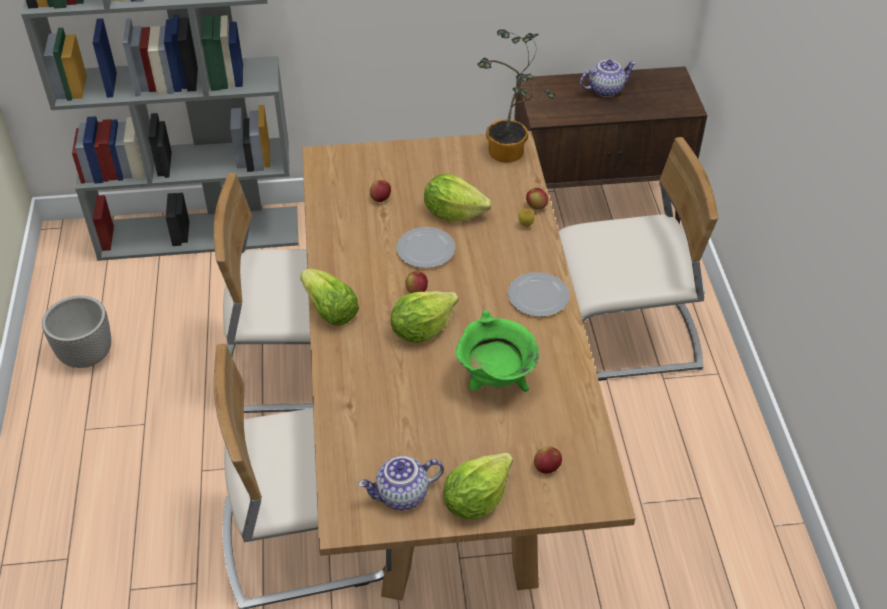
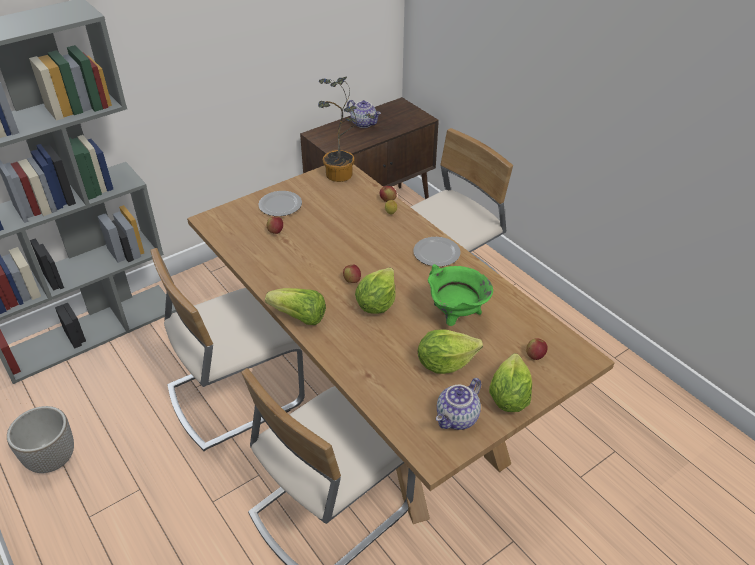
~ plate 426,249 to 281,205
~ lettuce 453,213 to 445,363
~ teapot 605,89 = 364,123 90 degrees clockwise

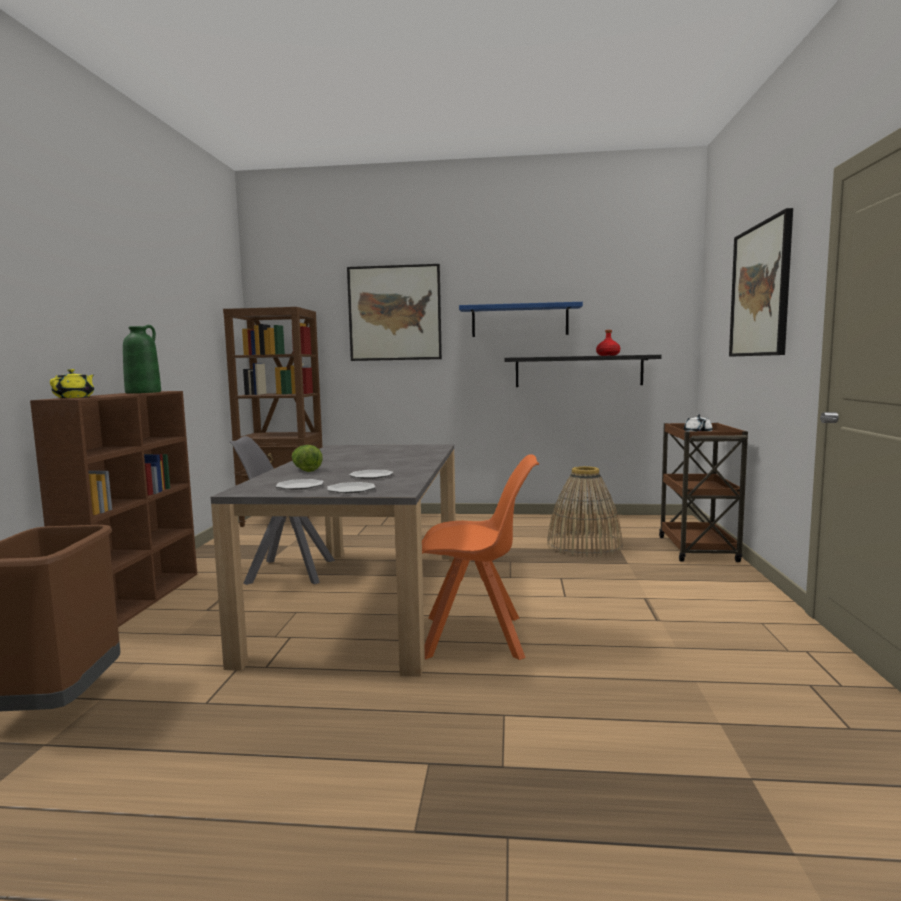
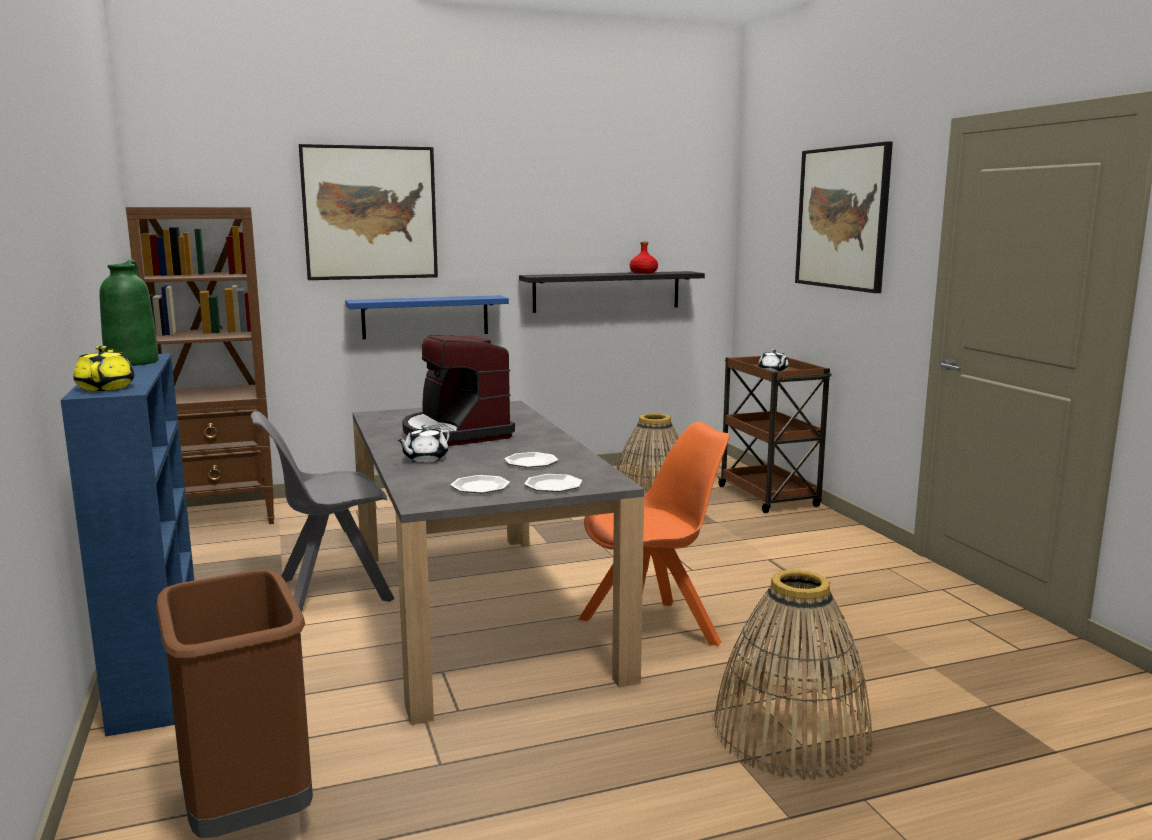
+ coffee machine 456,433
+ basket 791,732
~ blue shelf 519,320 to 425,317
~ lettuce 305,469 to white teapot 425,459
~ brown bookcase 136,600 to blue bookcase 157,666

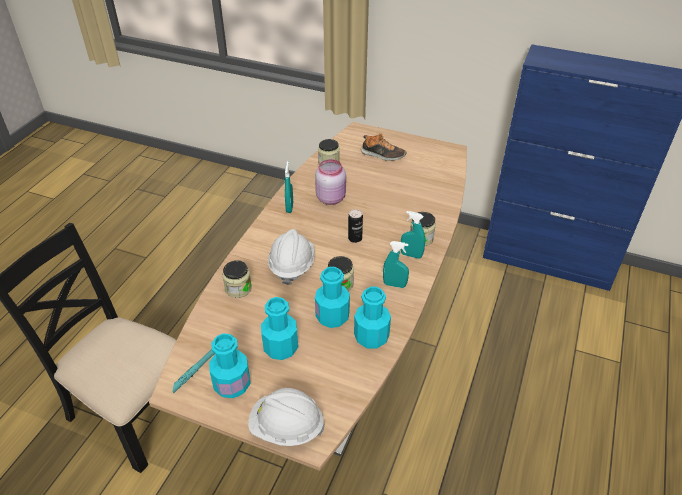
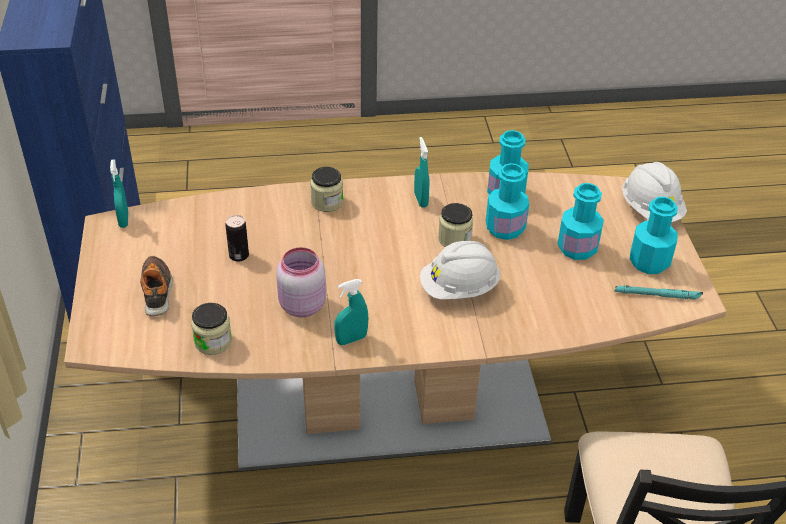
- jar 238,288
~ can 355,238 to 239,255
~ turquoise spray bottle 411,255 to 124,220

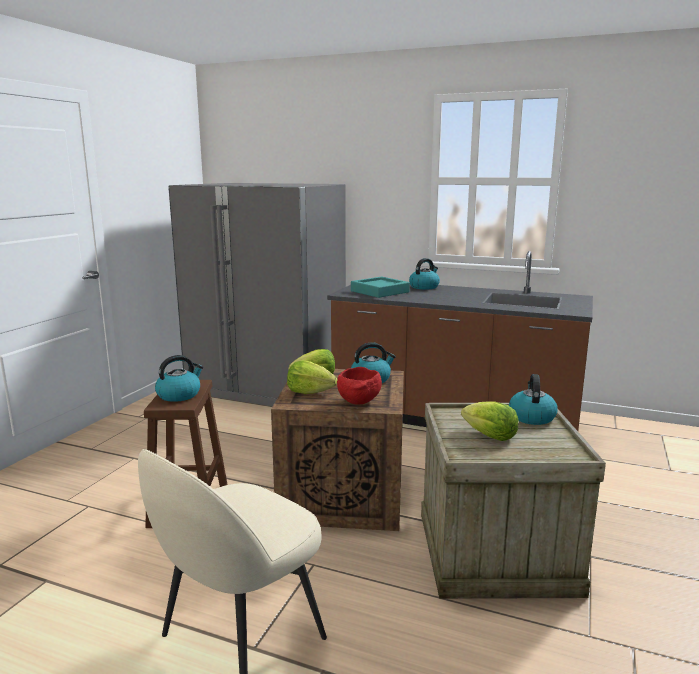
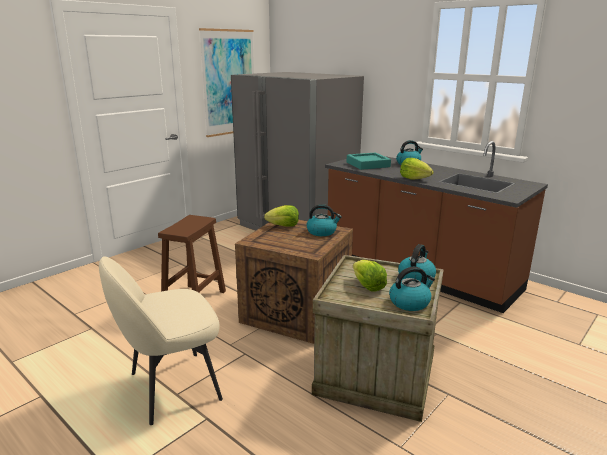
- red bowl 359,402
+ picture 229,82
~ kettle 179,395 to 410,302
~ lettuce 310,392 to 414,178

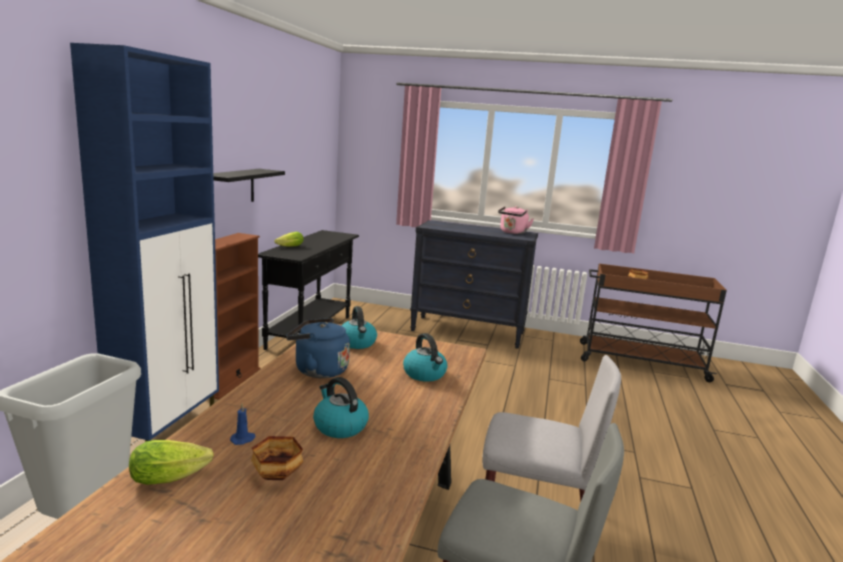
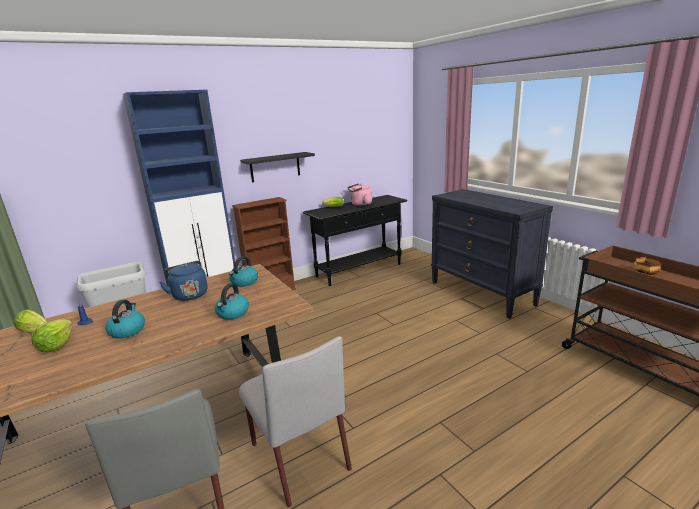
~ pink kettle 512,232 to 360,204
~ bowl 275,475 to lettuce 56,345

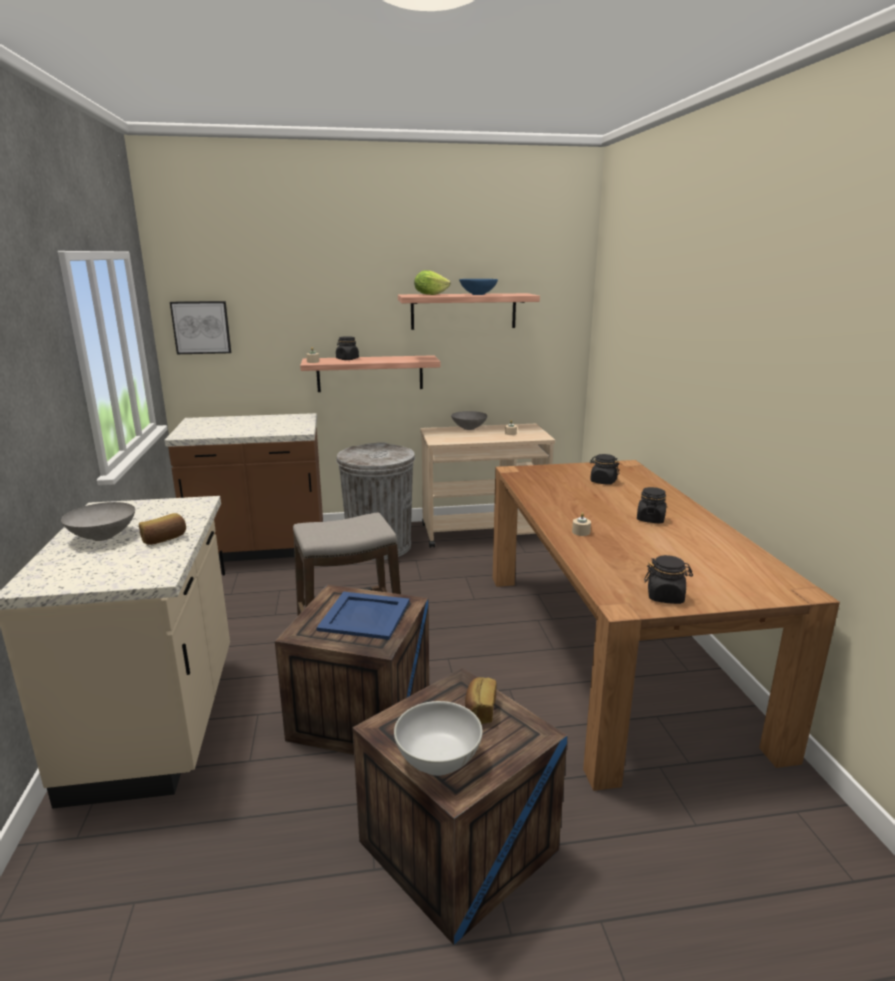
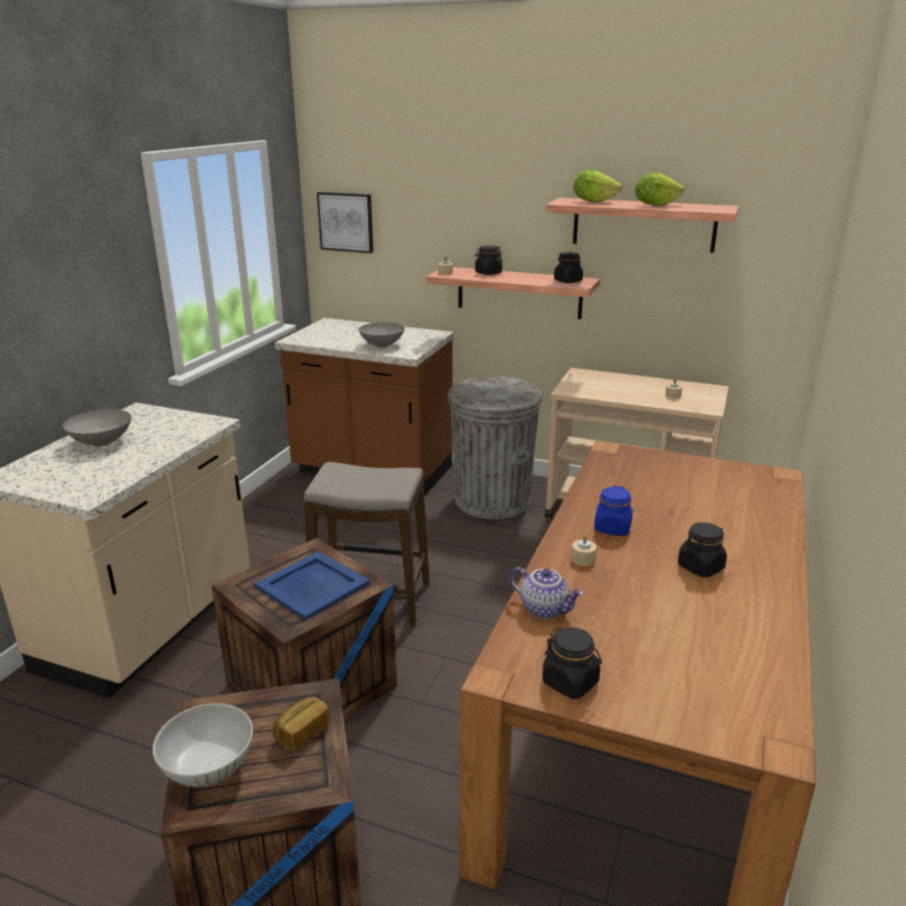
- bread 164,539
+ teapot 545,609
+ blue jar 612,528
~ grey bowl 468,428 to 381,345
~ black jar 603,481 to 567,281
~ blue bowl 477,294 to lettuce 655,205

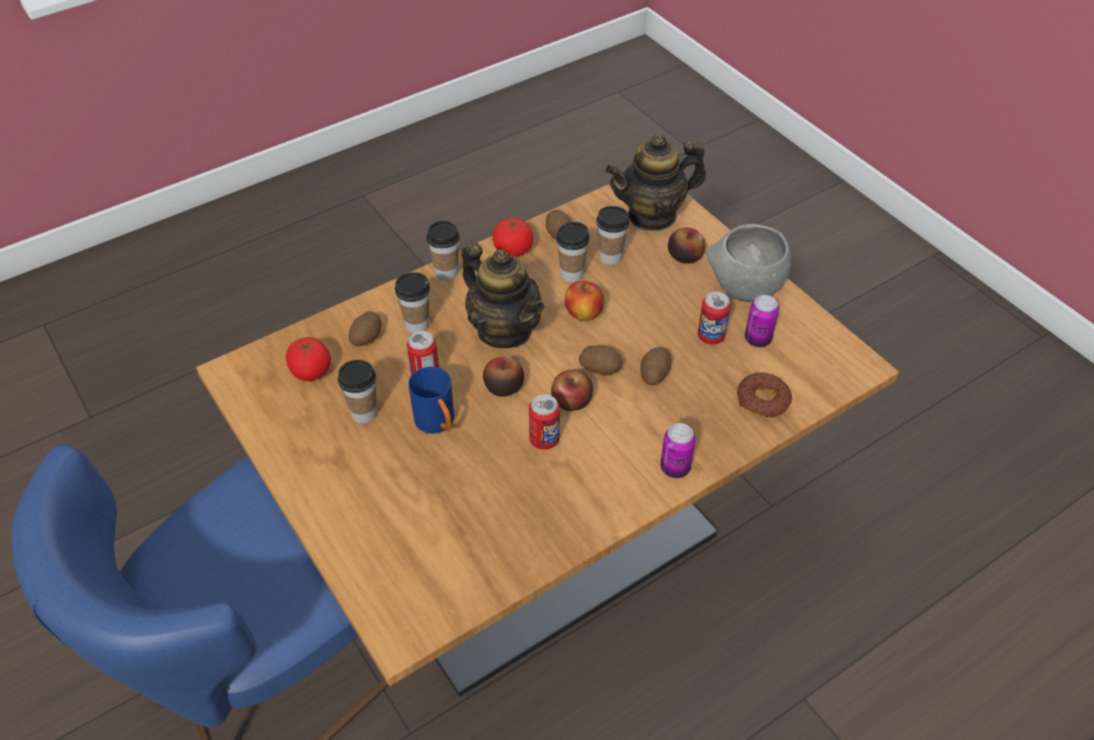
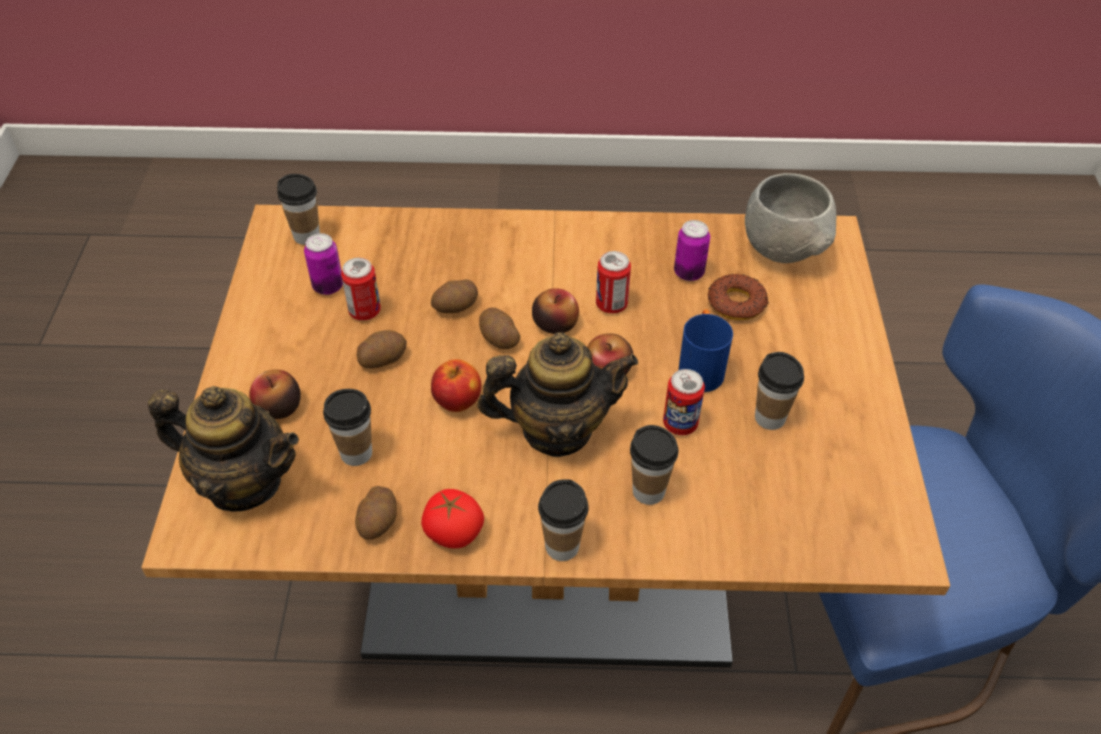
- tomato 311,371
~ potato 367,337 to 382,358
~ cup 571,274 to 306,236
~ can 675,468 to 688,273
~ grey bowl 744,290 to 782,253
~ donut 763,400 to 736,303
~ teapot 504,330 = 556,430 90 degrees clockwise

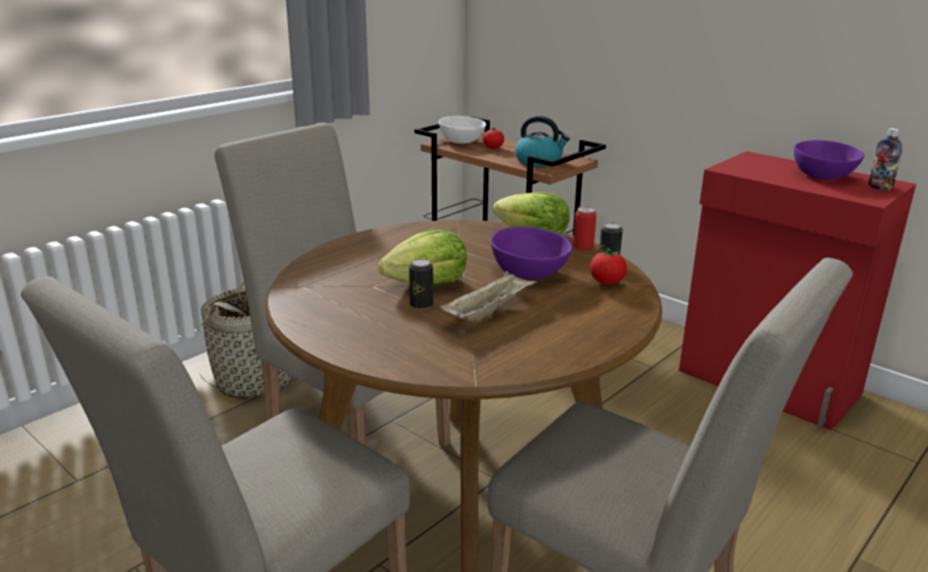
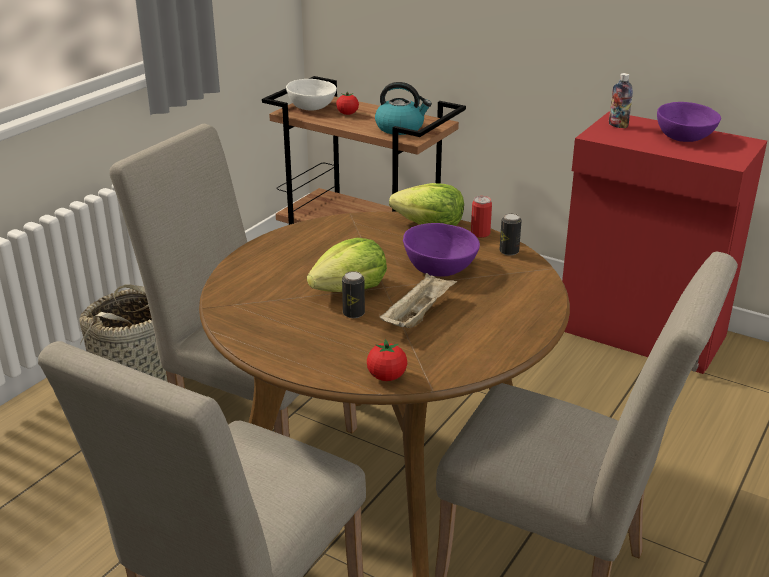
~ tomato 607,282 to 386,377
~ bottle 879,188 to 618,125

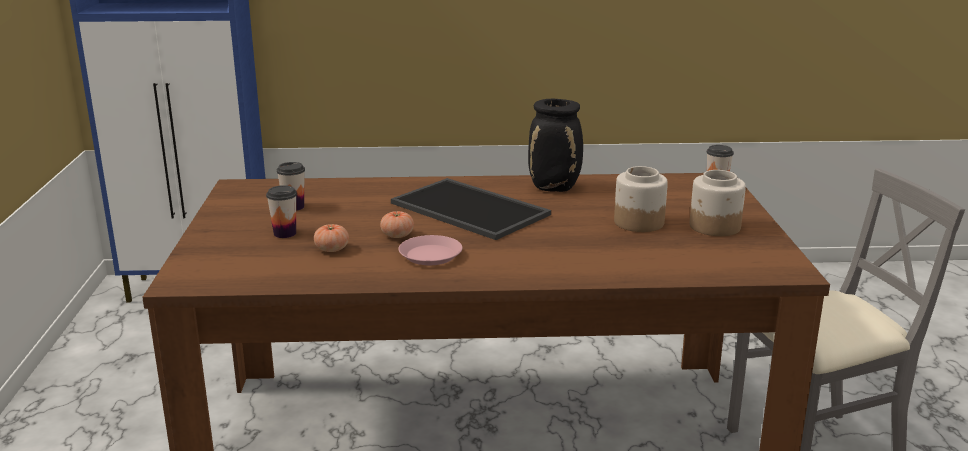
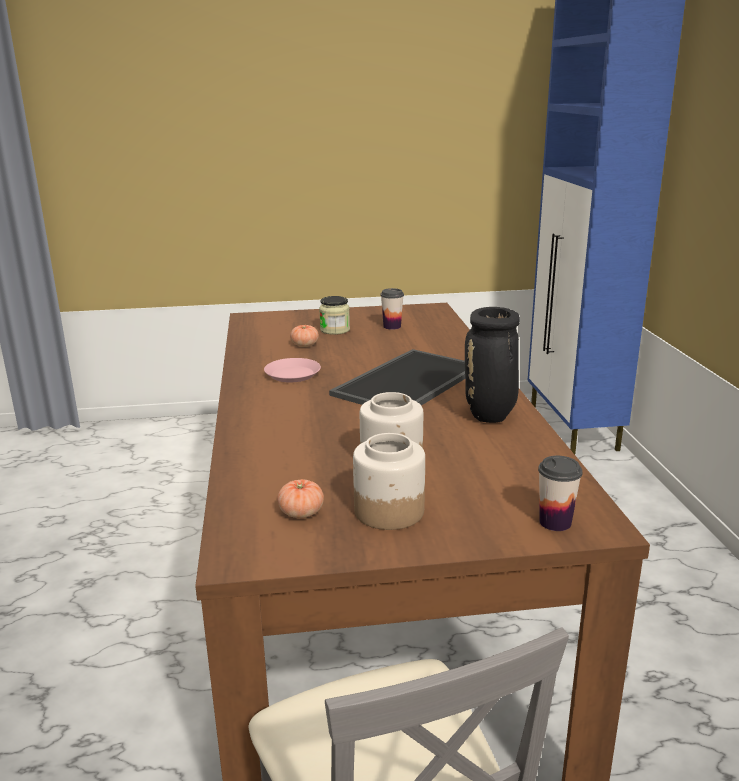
~ tomato 397,235 to 301,512
~ cup 285,233 to jar 335,330

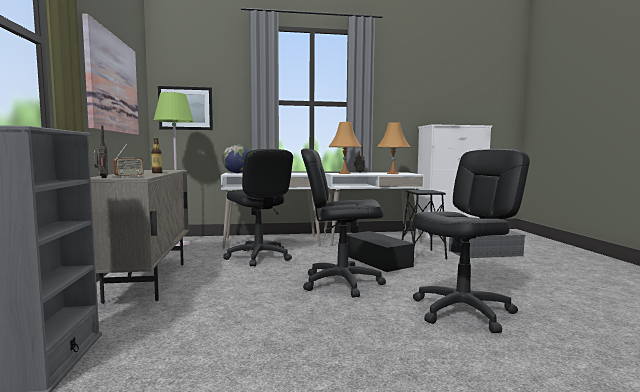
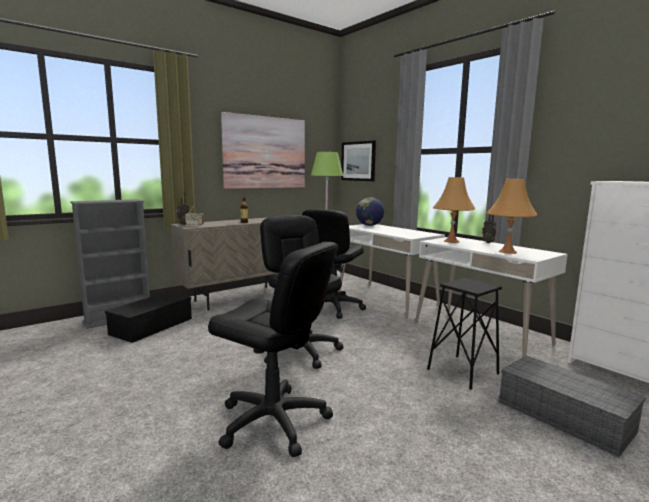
~ black storage box 378,261 to 151,327

